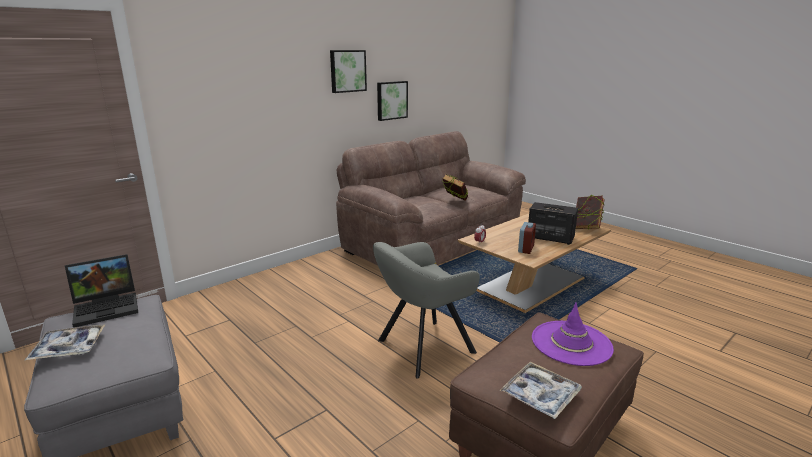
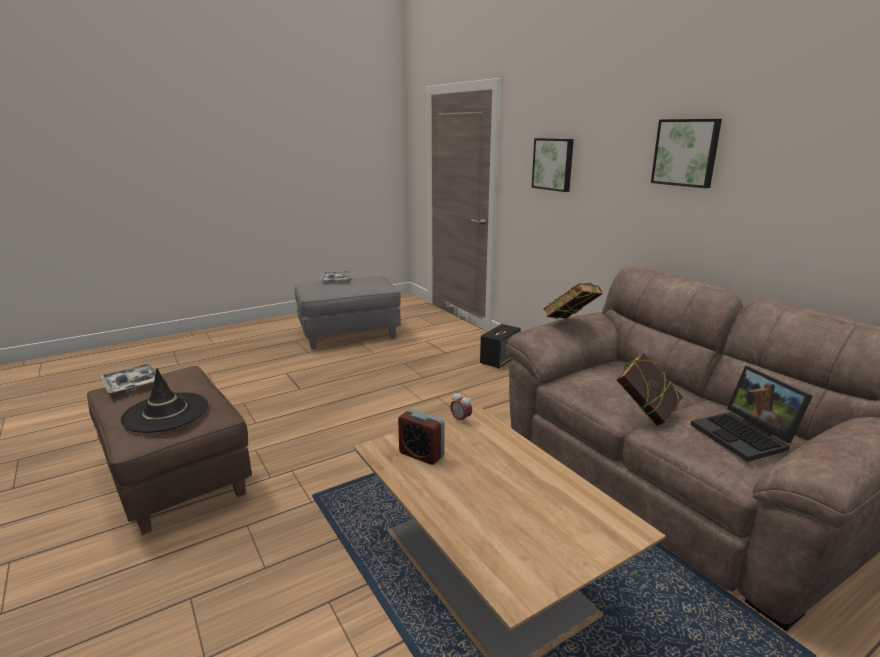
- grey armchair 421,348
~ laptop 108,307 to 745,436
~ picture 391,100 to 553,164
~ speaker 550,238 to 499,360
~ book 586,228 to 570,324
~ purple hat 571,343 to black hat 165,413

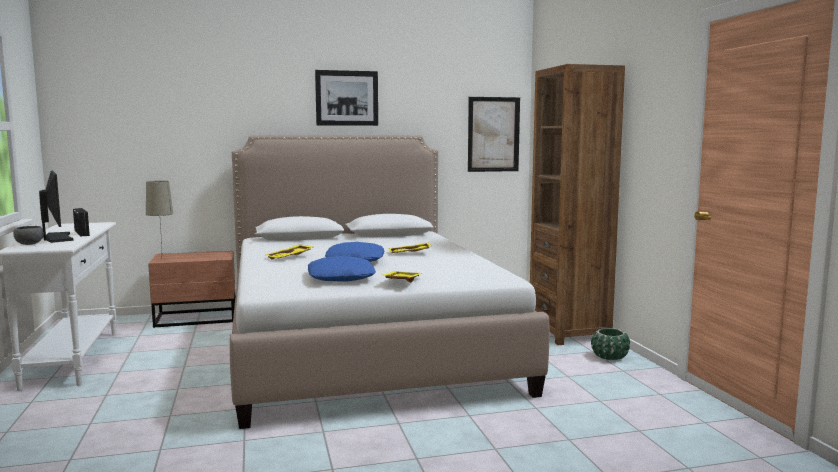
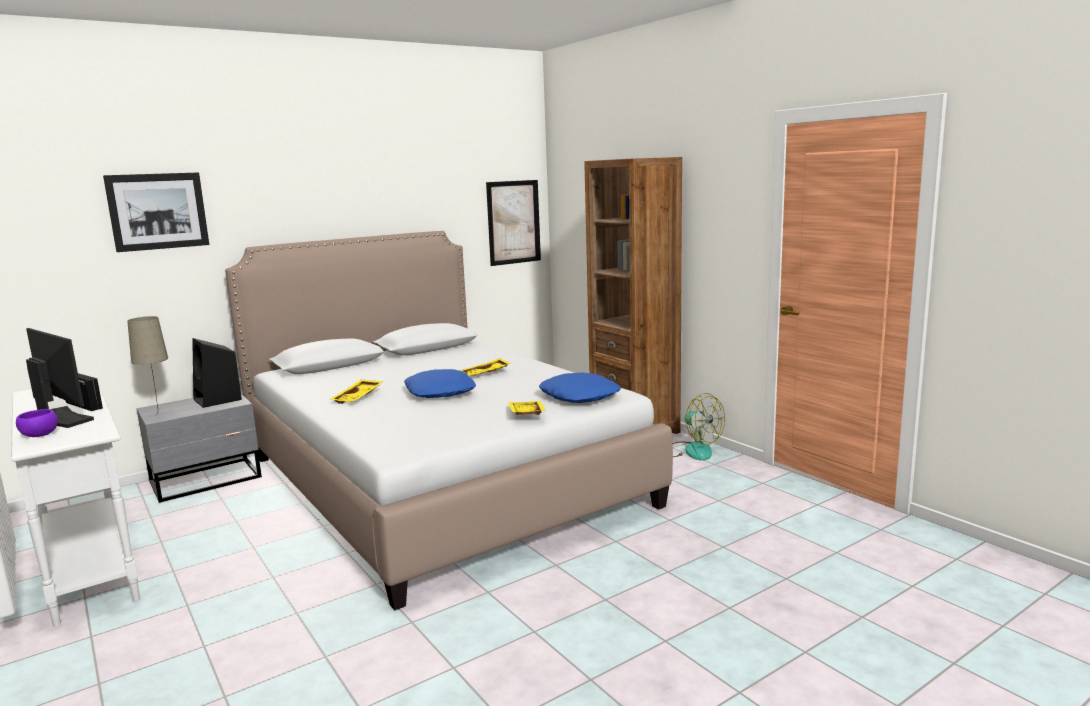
+ black speaker 218,400
~ blue pillow 341,277 to 580,396
~ picture 347,98 to 158,211
~ green planter 610,356 to fan 691,450
~ grey bowl 28,244 to purple bowl 38,435
~ brown nightstand 197,318 to grey nightstand 207,480

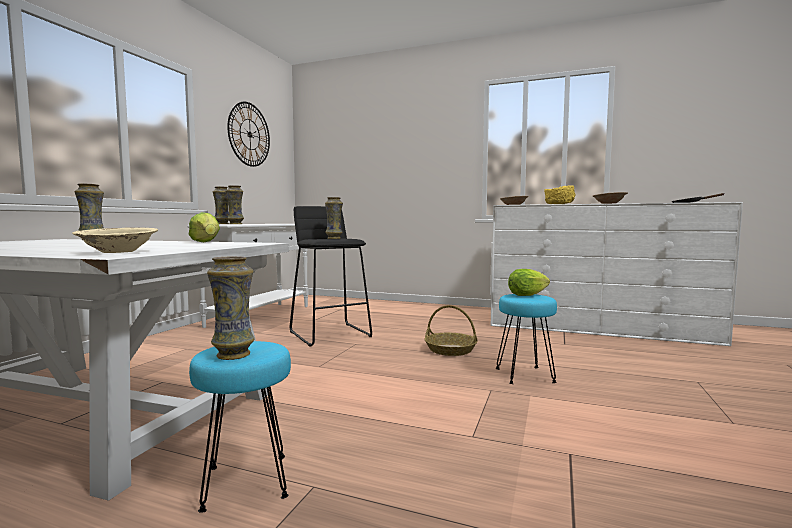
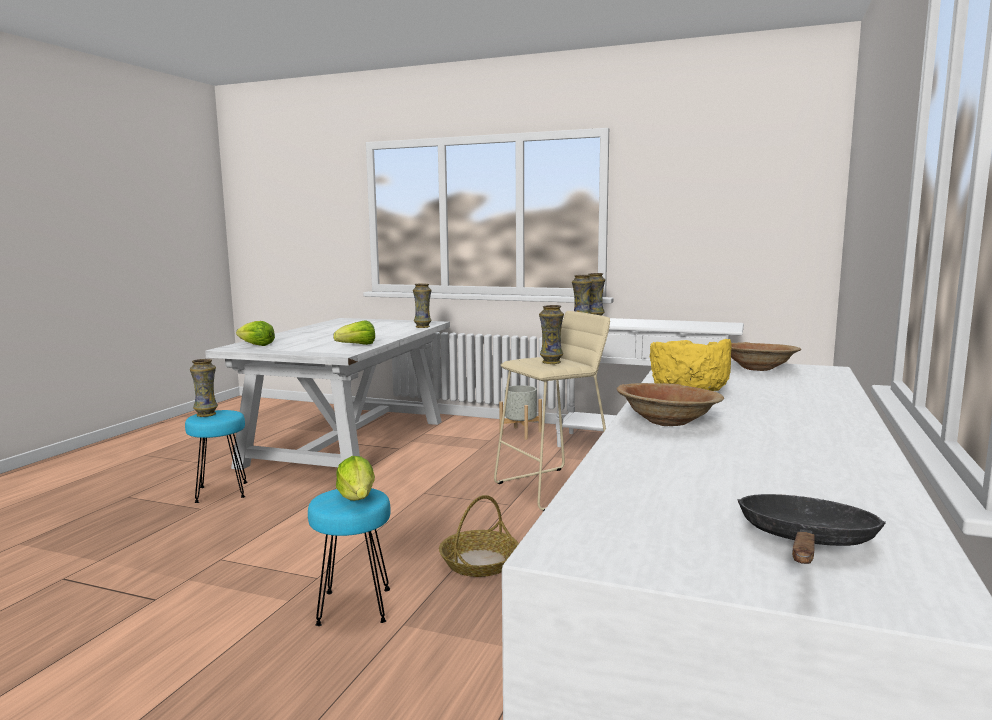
- wall clock 249,134
+ grey planter 520,433
~ beige bowl 118,252 to lettuce 257,345
~ black stool 331,334 to beige stool 553,489

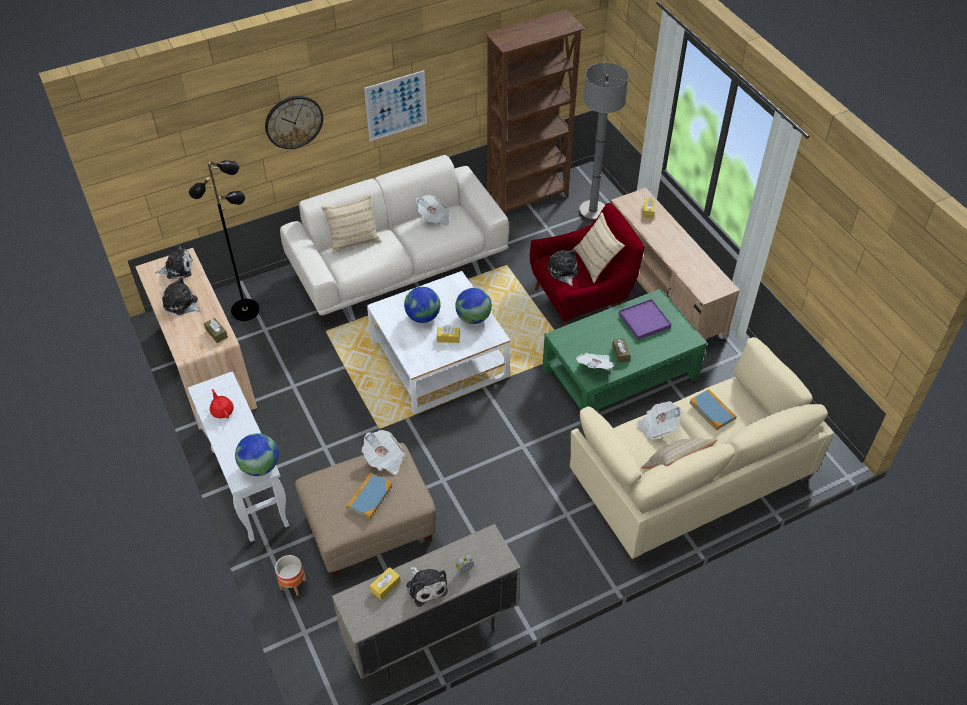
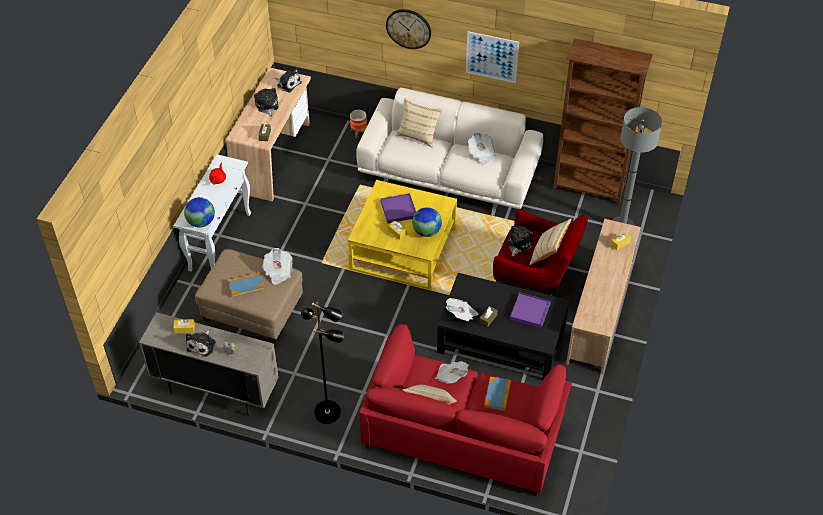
~ black floor lamp 245,310 to 328,412
~ planter 293,584 to 359,132
~ globe 423,317 to purple tray 398,209
~ white coffee table 439,359 to yellow coffee table 403,249
~ green coffee table 619,373 to black coffee table 500,340
~ beige sofa 690,475 to red sofa 463,432

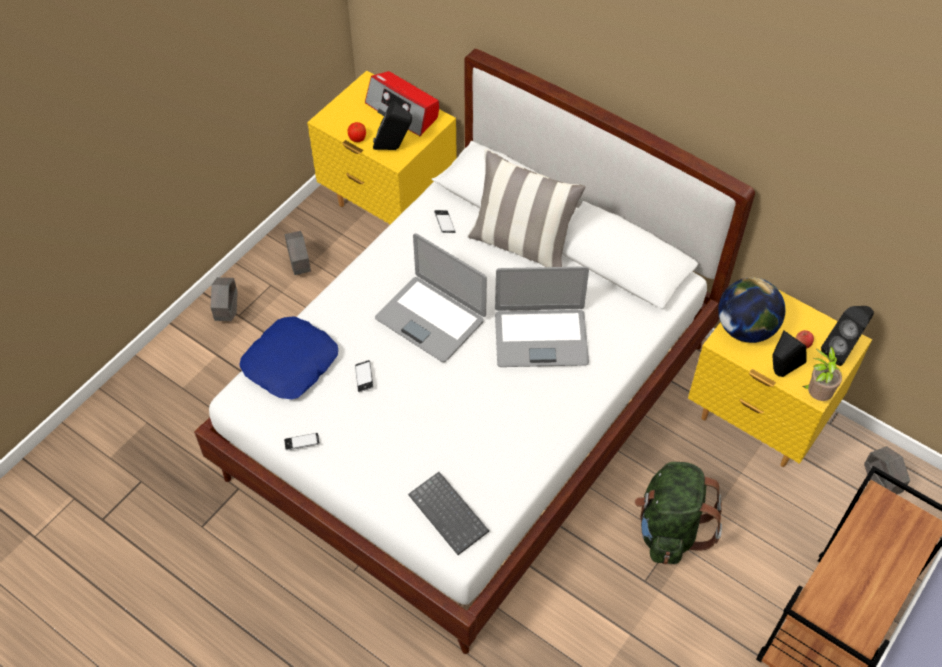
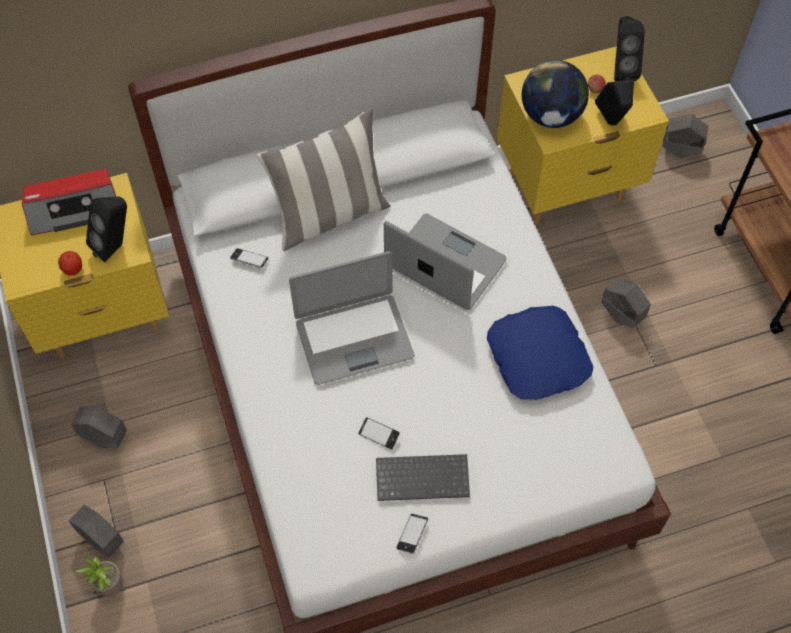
~ blue pillow 291,364 to 538,357
~ keyboard 450,514 to 423,477
~ potted plant 816,395 to 110,588
~ green backpack 669,529 to grey planter 621,316
~ laptop 541,337 = 444,264 90 degrees counterclockwise

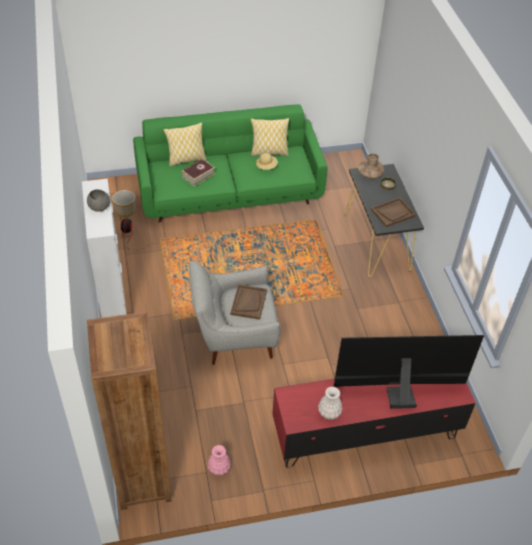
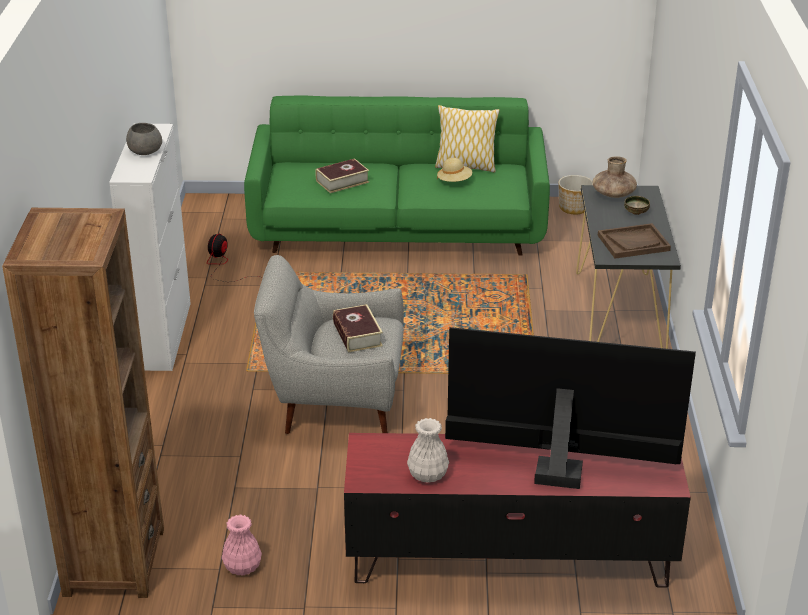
- pillow 186,160
~ planter 125,211 to 574,208
~ brown tray 248,302 to book 357,335

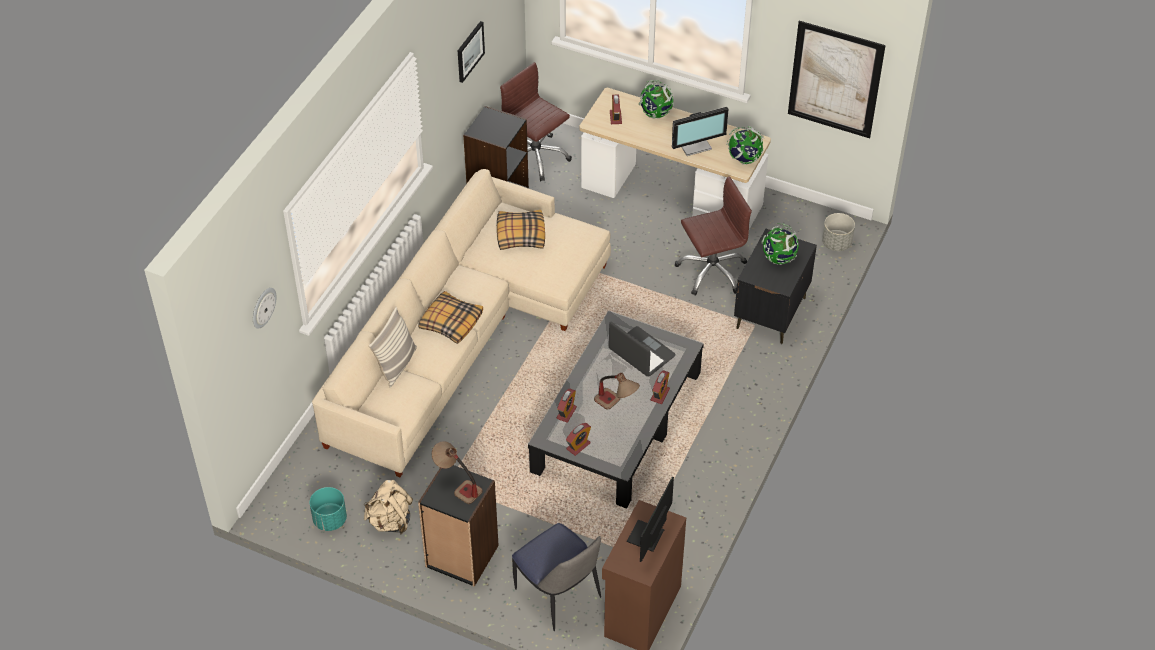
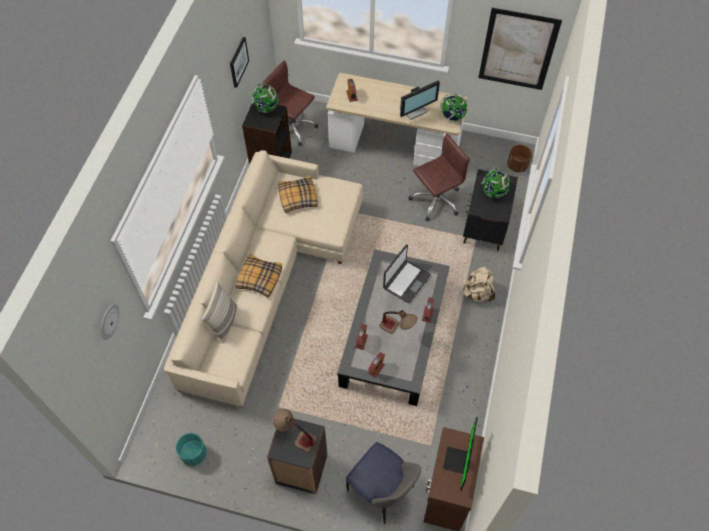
~ beige backpack 390,521 to 478,293
~ globe 655,113 to 266,108
~ grey planter 836,243 to brown planter 517,166
~ laptop 641,353 = 406,281 90 degrees clockwise

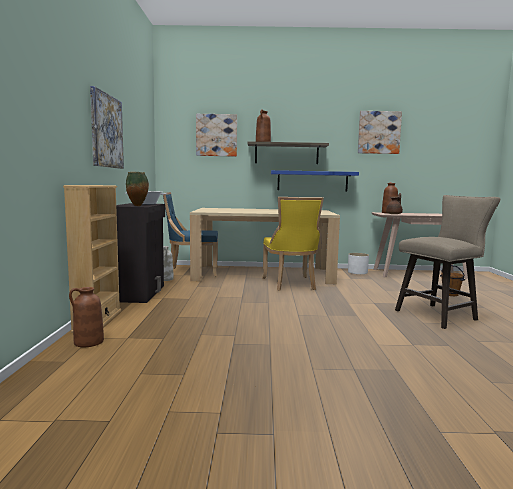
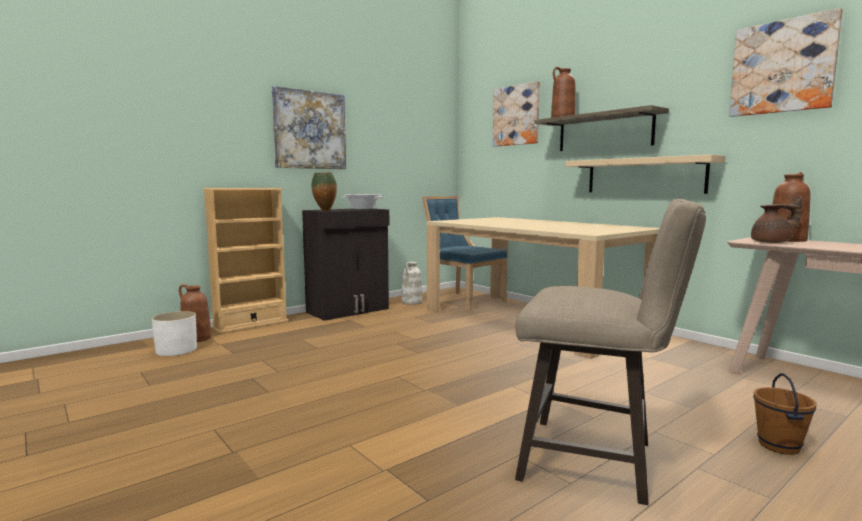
- yellow chair 290,284
~ white planter 357,272 to 176,350
~ blue shelf 312,181 to beige shelf 644,176

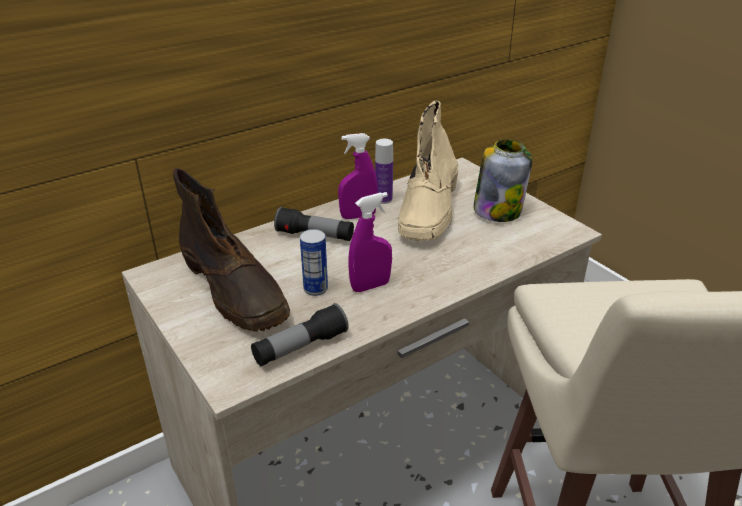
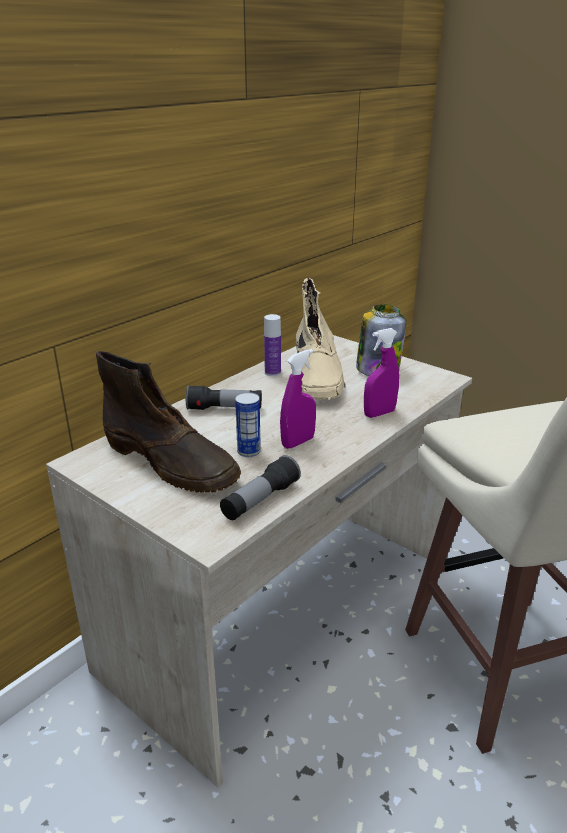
~ purple spray bottle 358,216 to 379,413

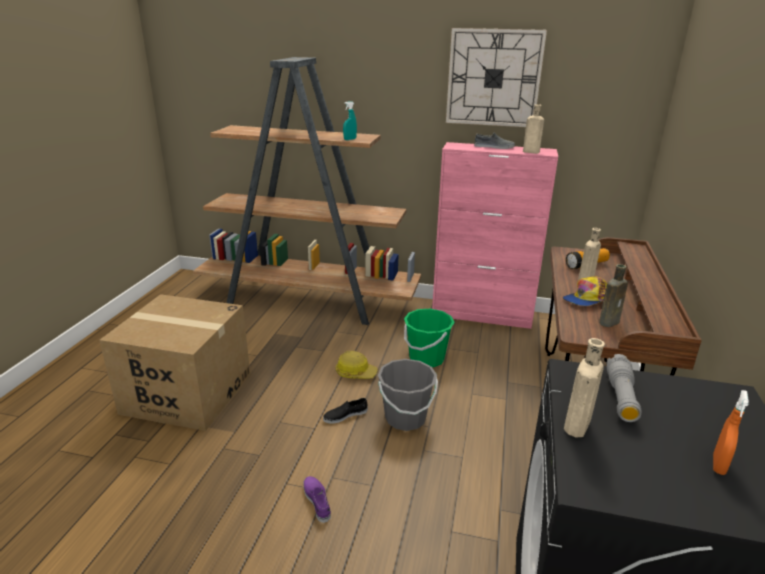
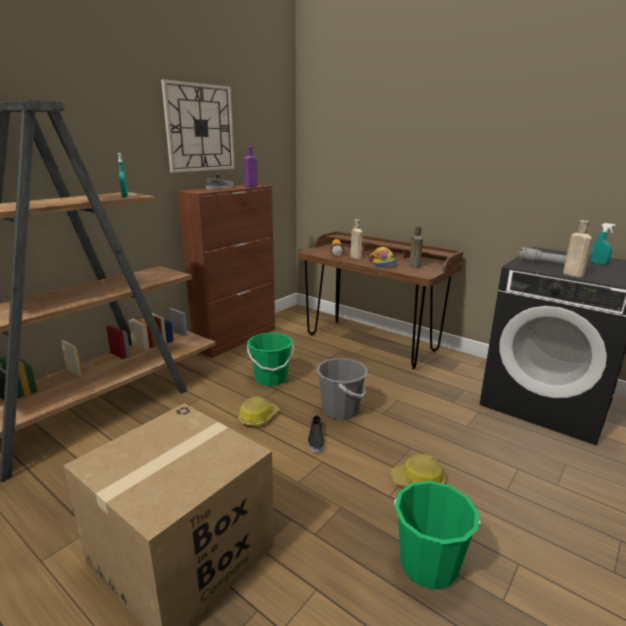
+ green bucket 428,565
~ purple shoe 317,501 to hard hat 418,481
~ pink cabinet 482,315 to brown cabinet 236,339
~ beige bottle 529,152 to purple bottle 250,186
~ orange spray bottle 718,465 to turquoise spray bottle 598,263

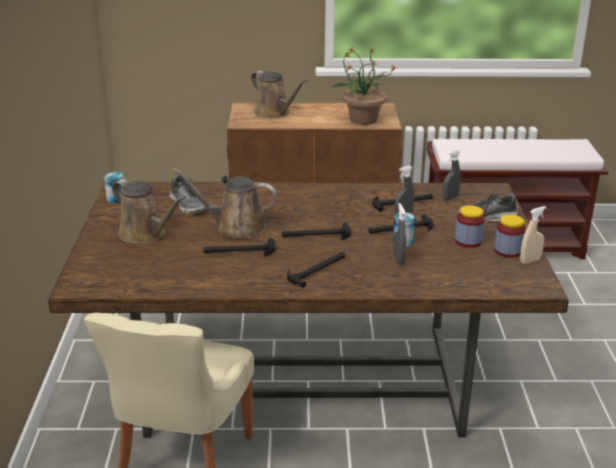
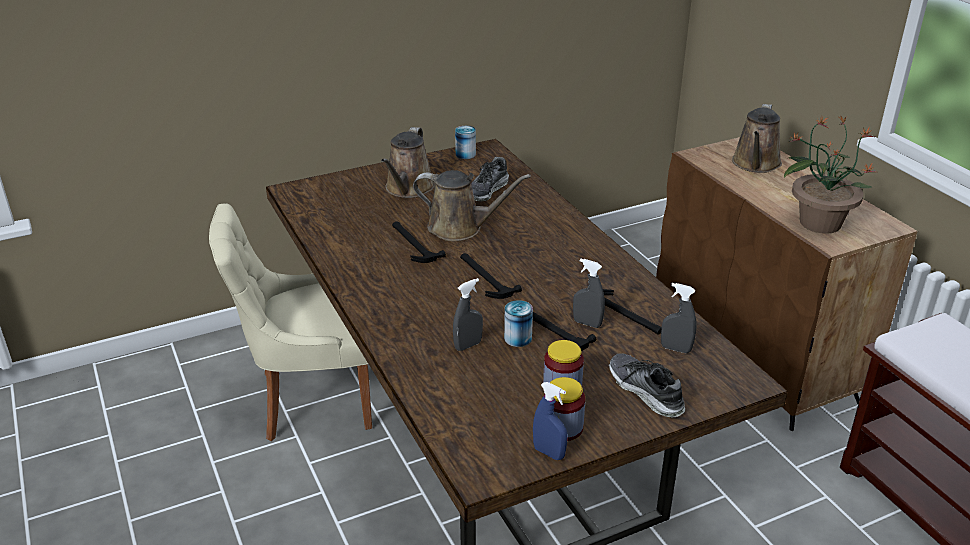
- hammer 317,269
~ beige spray bottle 530,261 to blue spray bottle 549,453
~ brown watering can 235,227 = 460,228 120 degrees clockwise

